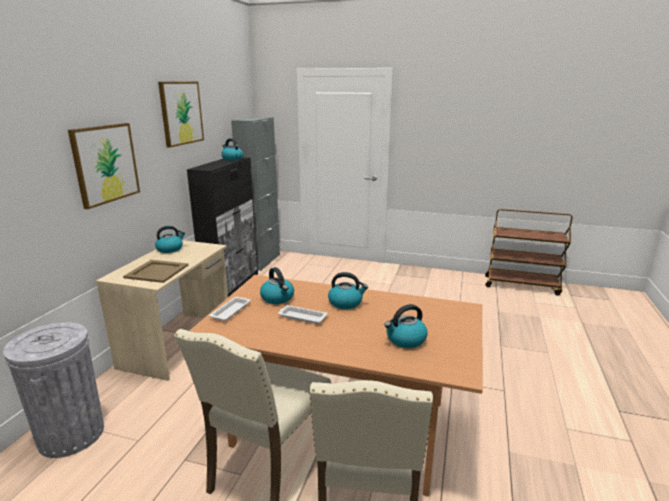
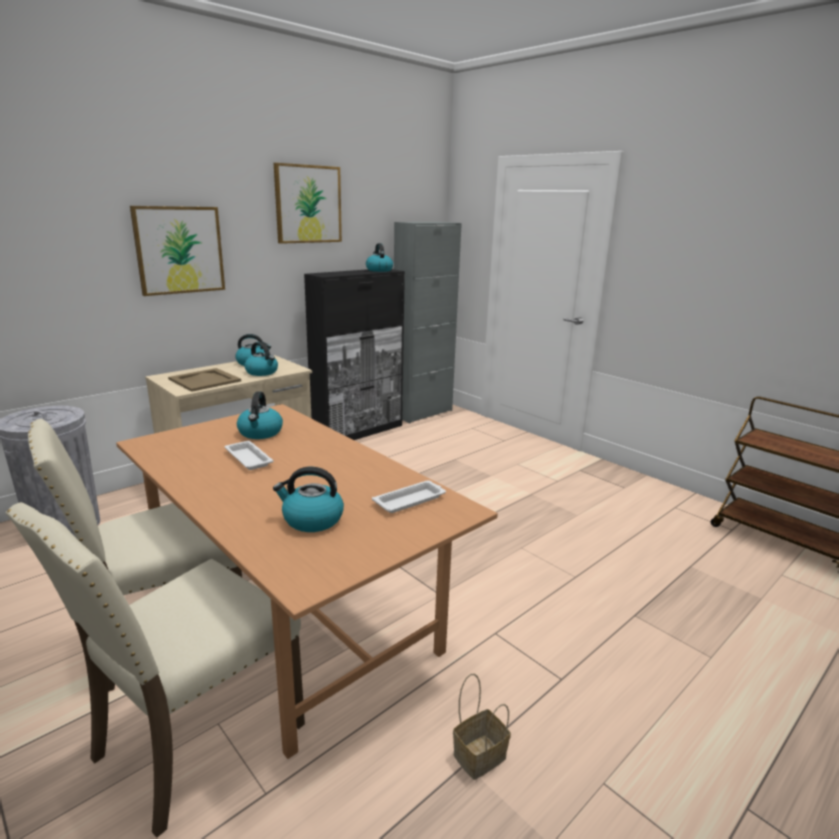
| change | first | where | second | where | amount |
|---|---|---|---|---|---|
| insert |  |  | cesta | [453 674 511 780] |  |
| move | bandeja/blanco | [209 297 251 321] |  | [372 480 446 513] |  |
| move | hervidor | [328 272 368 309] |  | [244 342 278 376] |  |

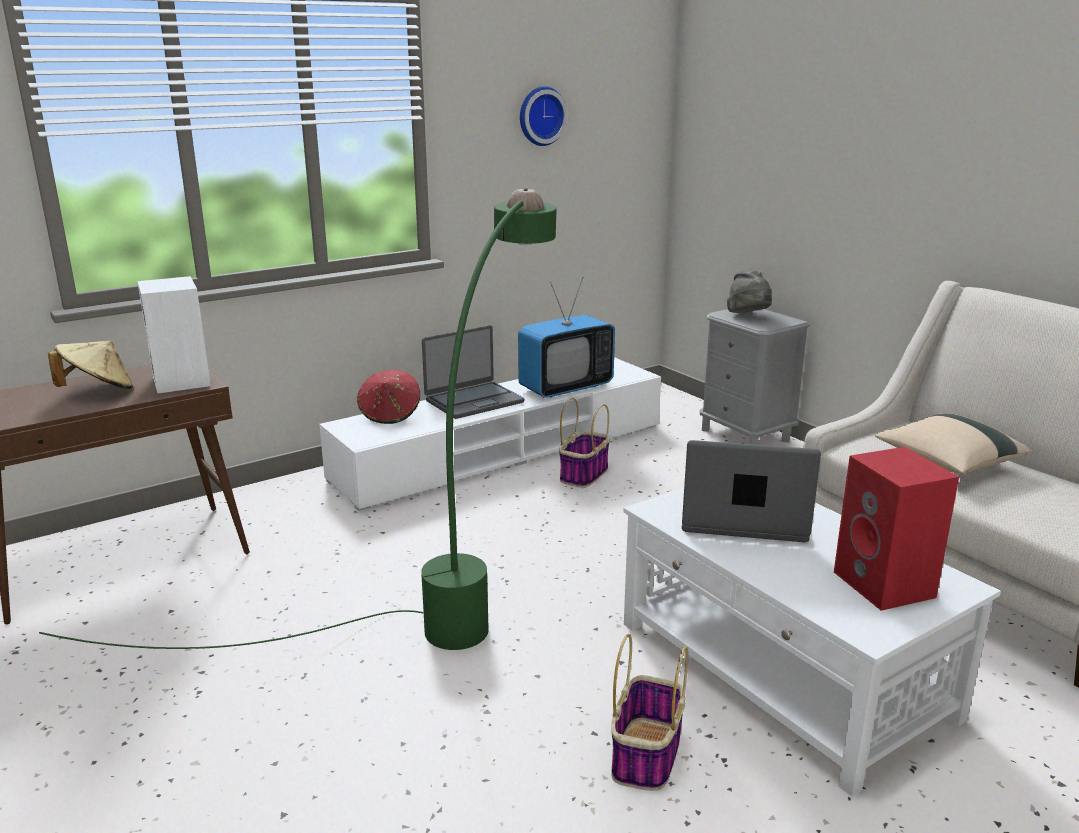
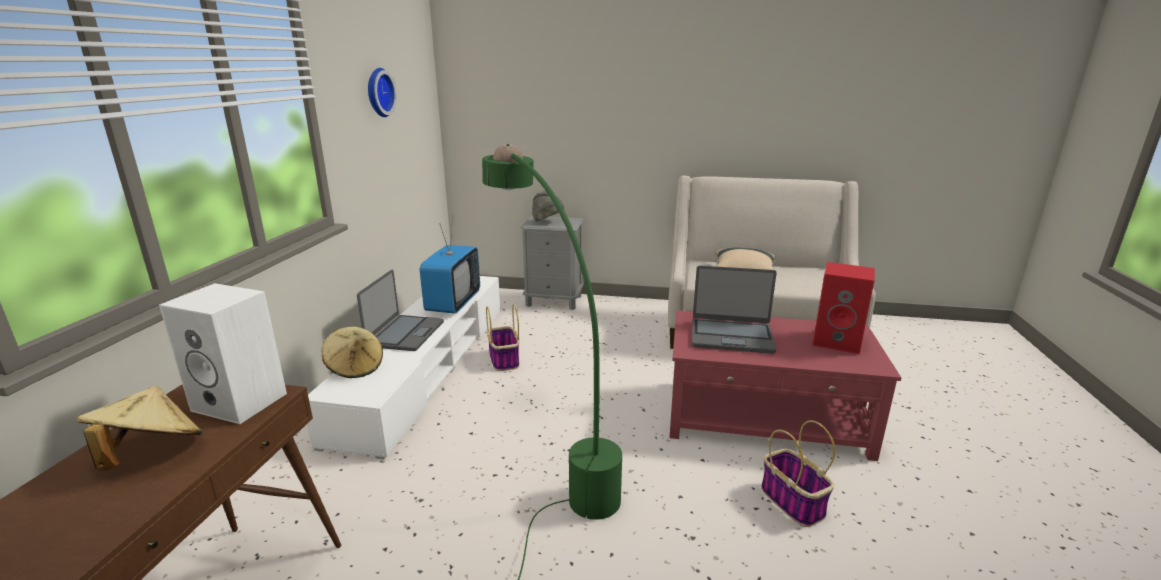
| change | first | where | second | where | amount |
|---|---|---|---|---|---|
| recolor | sombrero/rojo | [357 370 420 424] | sombrero/beis | [322 327 383 378] |  |
| recolor | mesa de centro/blanco | [623 487 1001 797] | mesa de centro/rojo | [669 310 901 461] |  |
| rotate | portátil | [682 440 821 542] |  | [692 266 776 354] | 135 degrees counterclockwise |

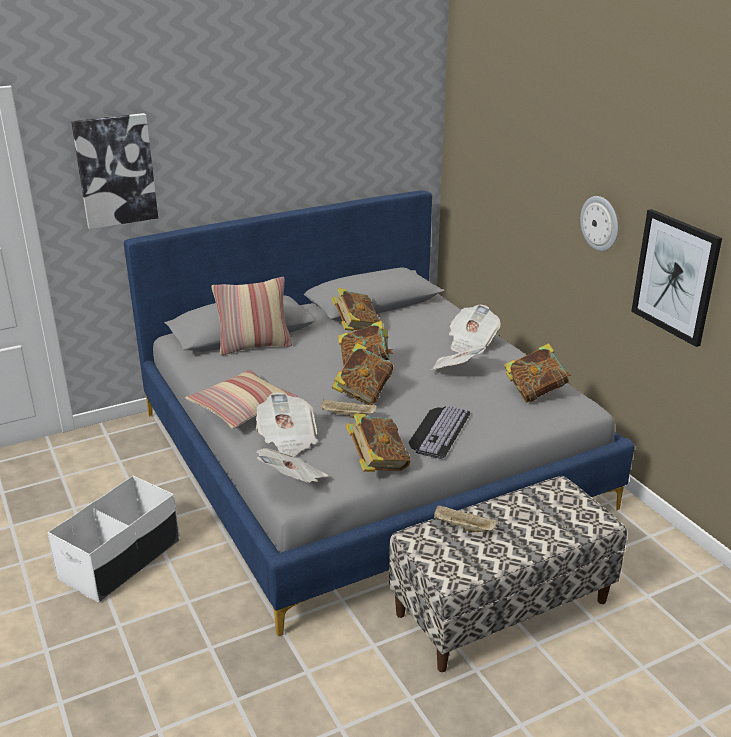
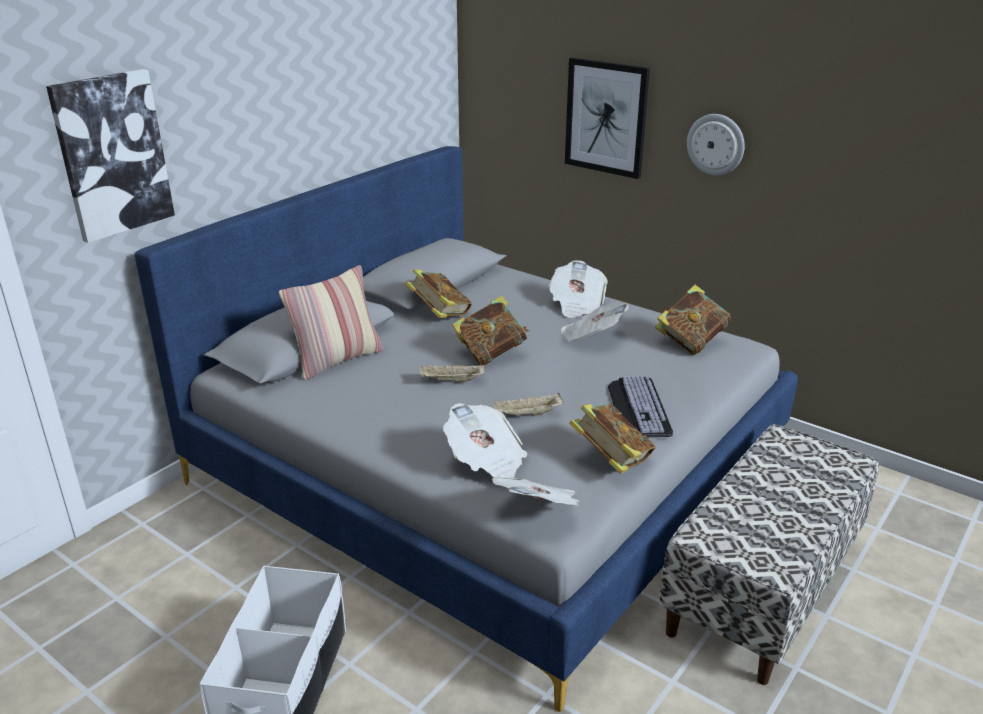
| change | first | where | second | where | amount |
|---|---|---|---|---|---|
| delete | cojín | [185 370 298 429] |  |  |  |
| delete | libro | [332 343 393 405] |  |  |  |
| move | bandeja/beis | [434 505 497 532] |  | [420 364 485 383] |  |
| move | cuadro | [631 209 722 347] |  | [565 57 650 179] |  |

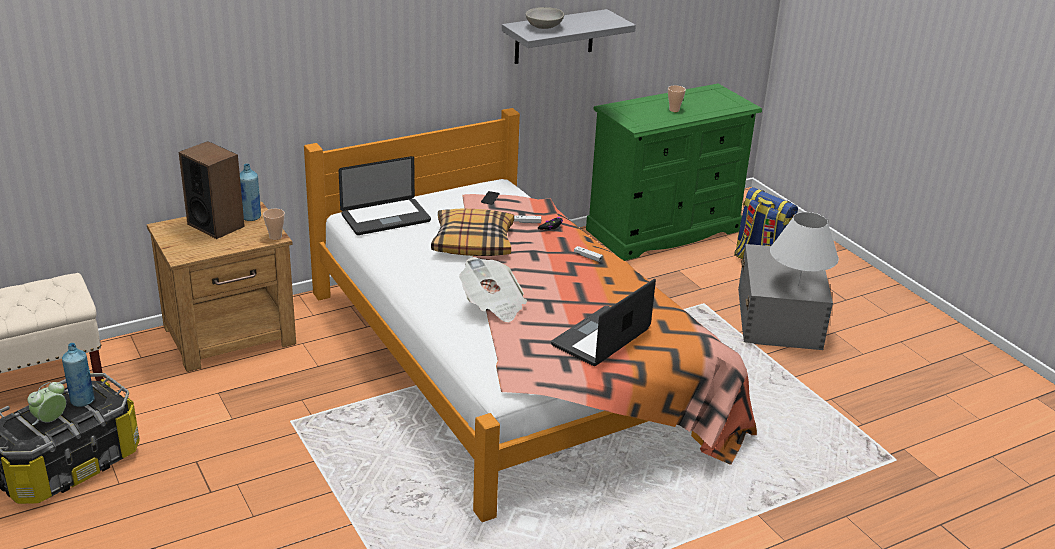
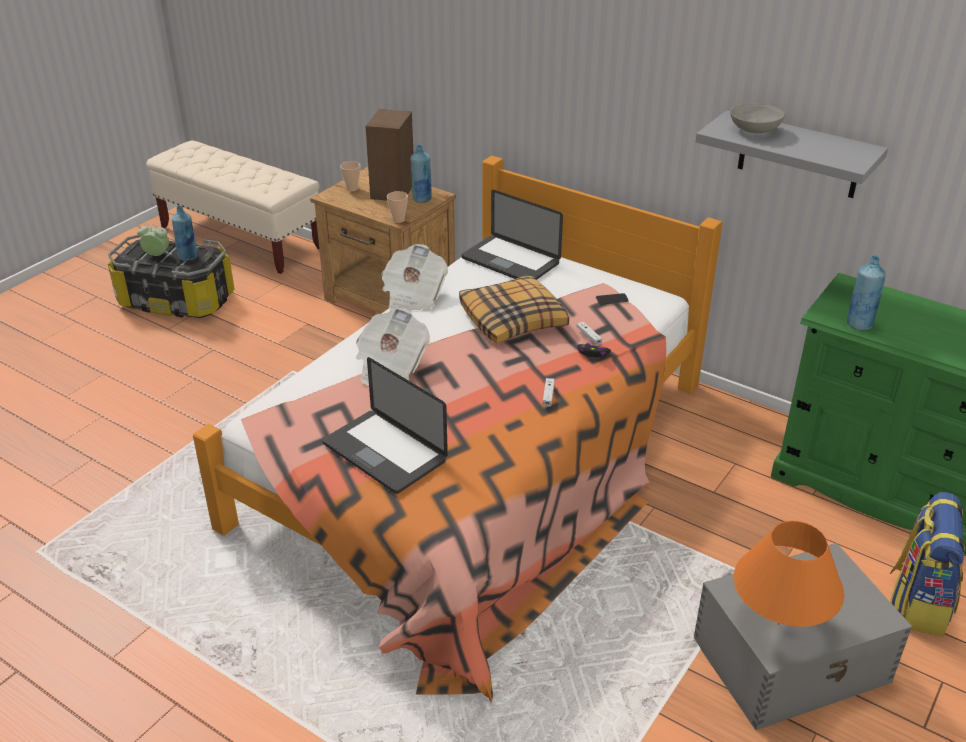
| change | first | where | second | where | amount |
|---|---|---|---|---|---|
| insert |  |  | periódico | [381 244 448 310] |  |
| insert |  |  | botella/azul | [847 255 886 330] |  |
| move | taza | [668 85 686 112] |  | [340 161 360 192] |  |
| recolor | lámpara de mesa/blanco | [770 212 839 286] | lámpara de mesa/naranja | [733 521 844 627] |  |
| rotate | portátil | [551 279 656 366] |  | [323 357 448 494] | 150 degrees counterclockwise |

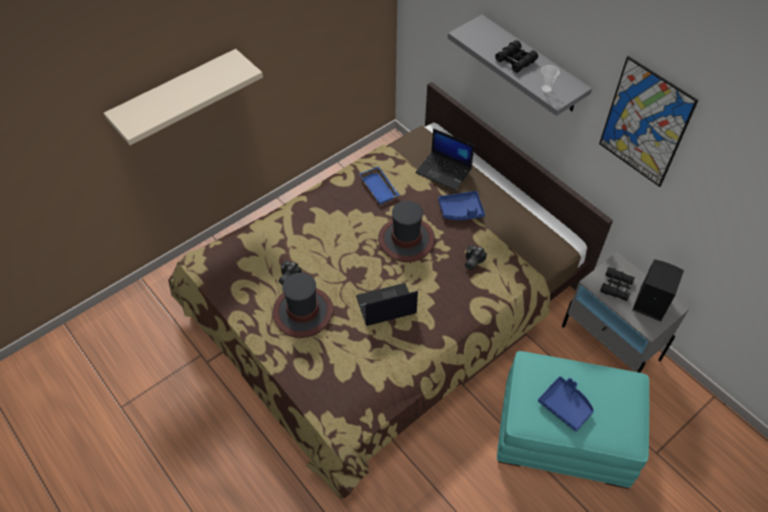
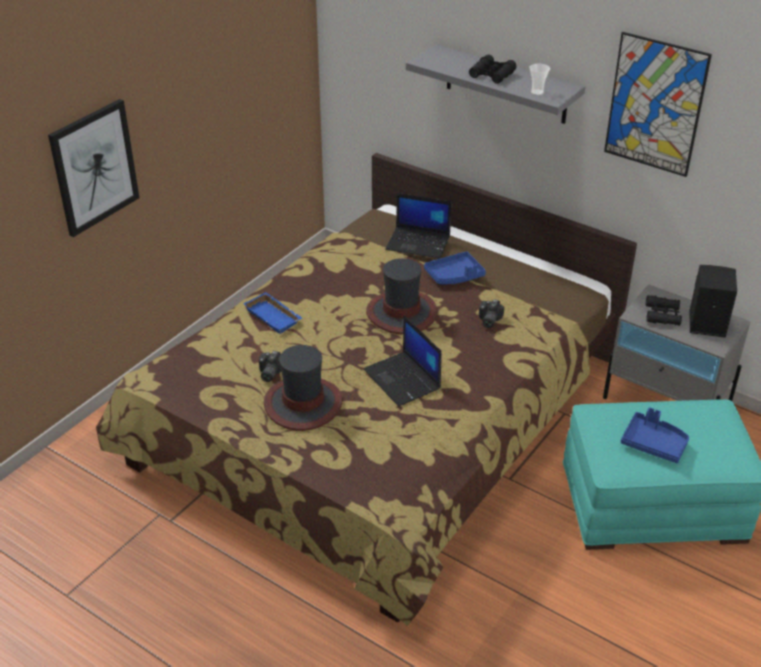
| change | first | where | second | where | amount |
|---|---|---|---|---|---|
| move | bandeja/azul | [359 166 399 205] |  | [243 292 302 334] |  |
| replace | estante/beis | [104 49 263 145] | cuadro | [48 99 139 237] |  |
| rotate | portátil | [356 283 418 326] |  | [363 316 442 407] | 90 degrees counterclockwise |

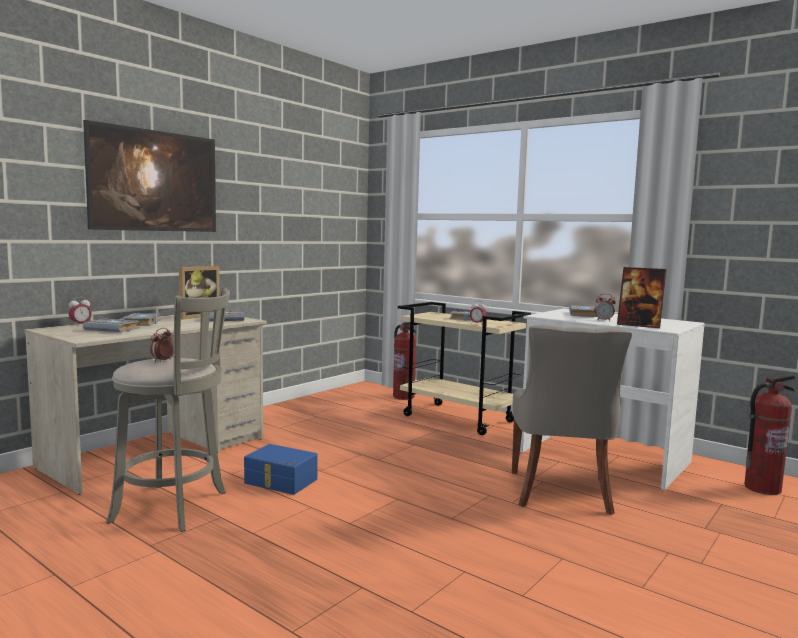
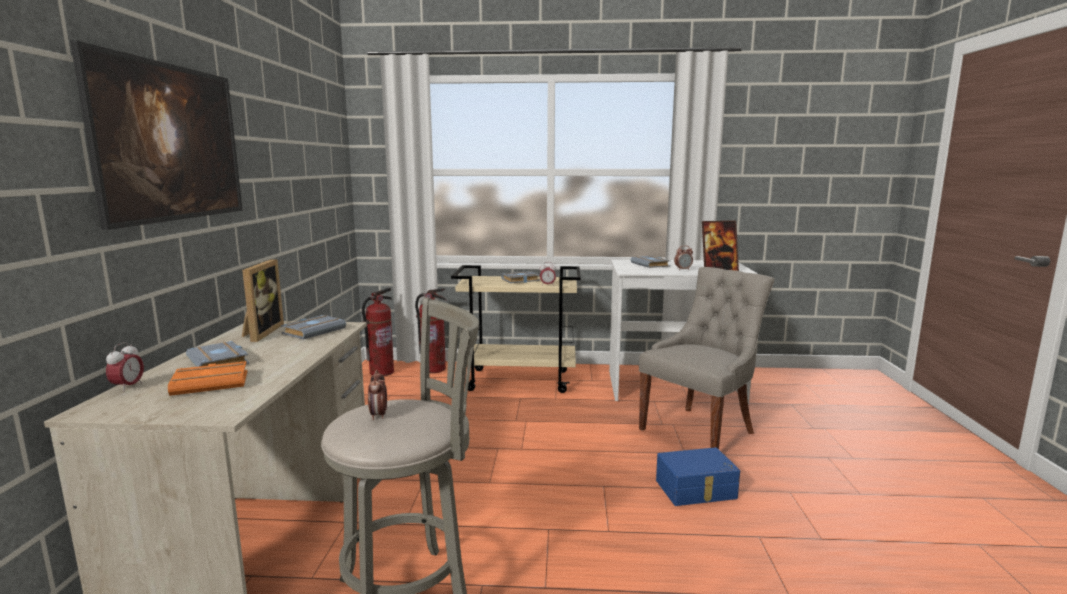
| change | first | where | second | where | amount |
|---|---|---|---|---|---|
| move | caja de almacenaje/azul | [244 444 318 495] |  | [656 447 740 506] |  |
| move | extintor | [744 375 796 495] |  | [362 288 394 376] |  |
| recolor | libro/gris | [83 318 140 332] | libro/naranja | [168 361 247 396] |  |
| rotate | silla/gris | [512 325 632 515] |  | [639 267 774 449] | 105 degrees counterclockwise |

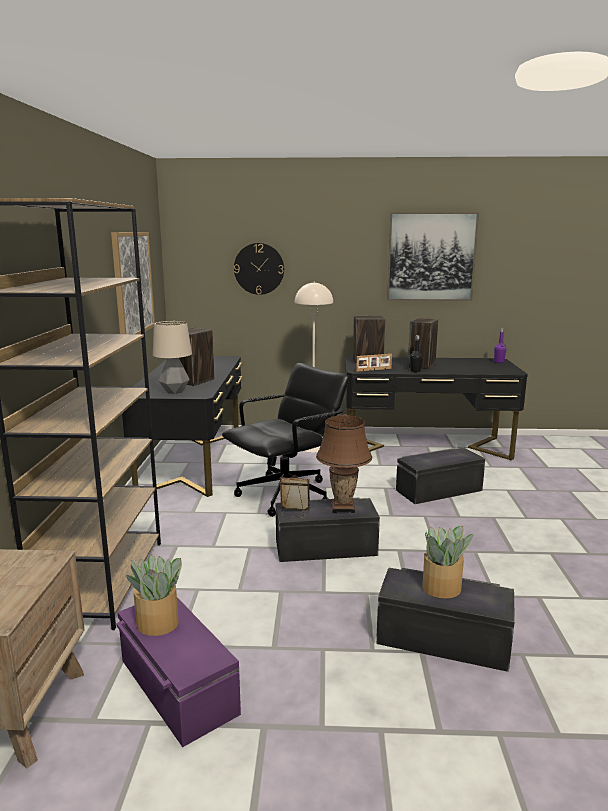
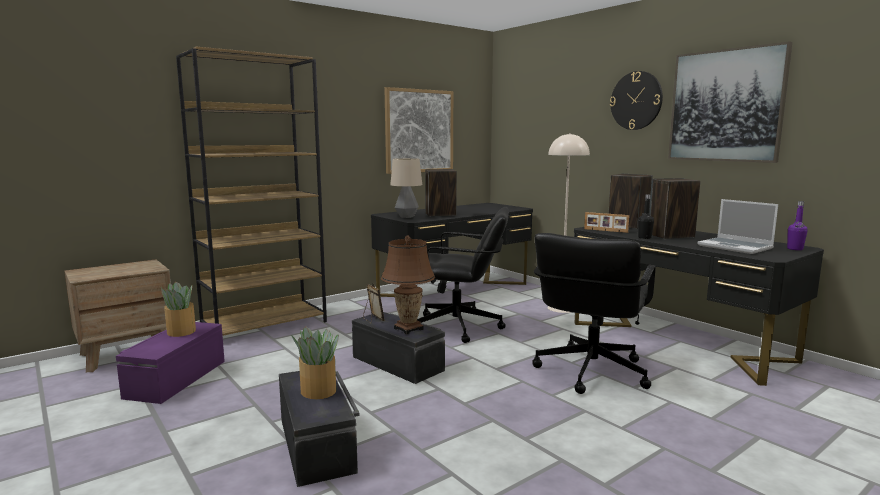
| change | first | where | second | where | amount |
|---|---|---|---|---|---|
| insert |  |  | portátil | [697 199 778 254] |  |
| move | reloj de pared | [234 243 284 295] |  | [610 71 663 130] |  |
| replace | caja de almacenaje/negro | [396 447 485 504] | silla de oficina/negro | [532 233 656 394] |  |

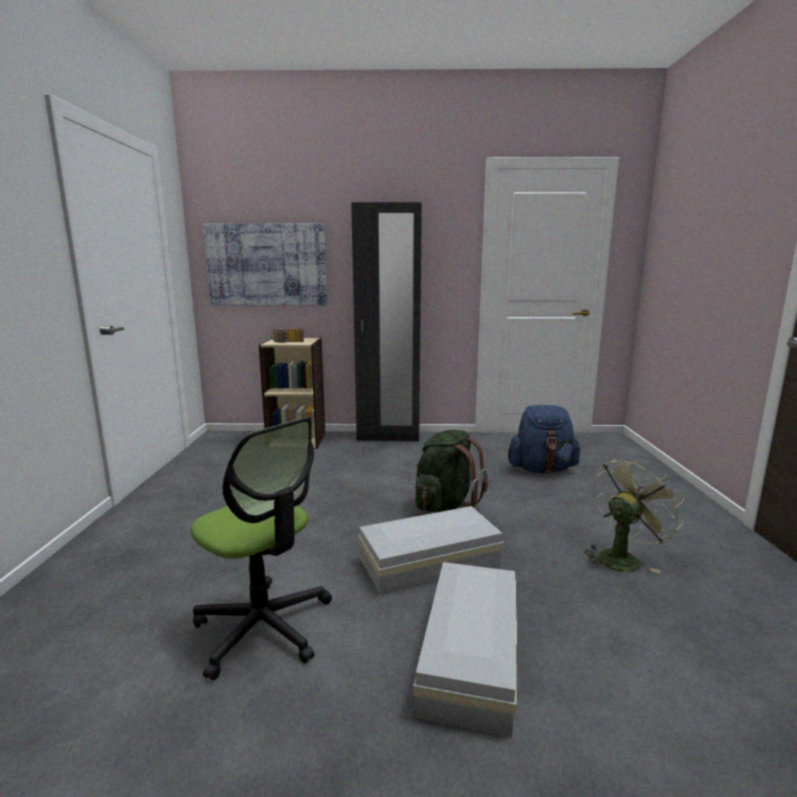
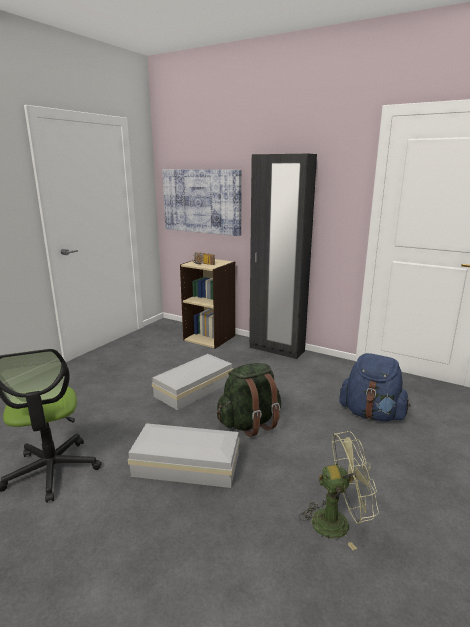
| change | first | where | second | where | amount |
|---|---|---|---|---|---|
| move | caja de almacenaje/blanco | [413 562 517 737] |  | [152 354 233 410] |  |

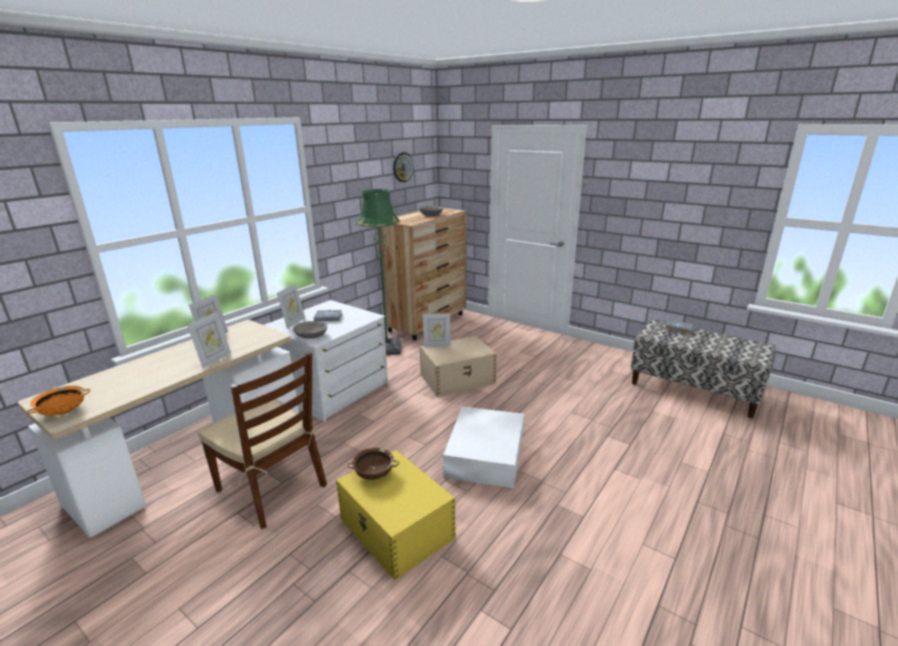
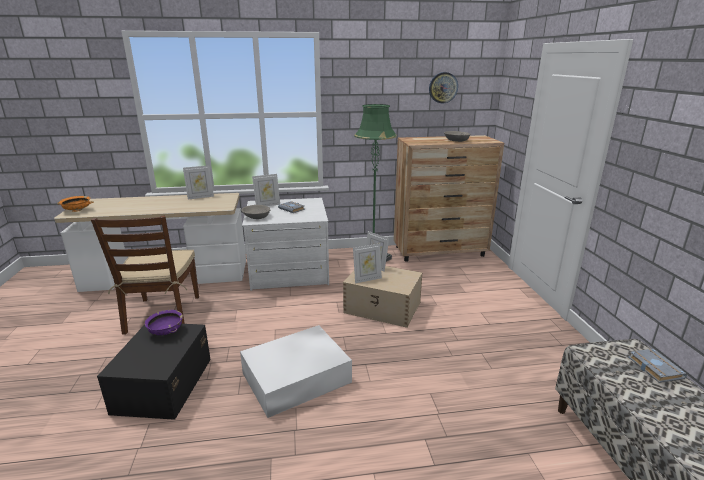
| change | first | where | second | where | amount |
|---|---|---|---|---|---|
| move | portarretratos | [187 312 231 368] |  | [353 243 382 283] |  |
| recolor | caja de almacenaje/amarillo | [336 450 456 580] | caja de almacenaje/negro | [97 324 211 420] |  |
| recolor | cuenco/marrón | [347 448 399 480] | cuenco/morado | [145 310 183 335] |  |

